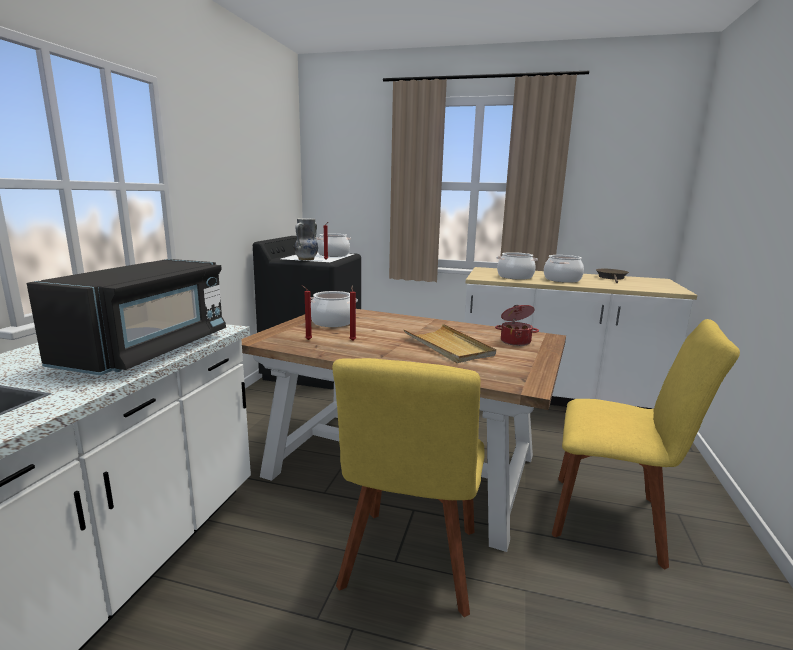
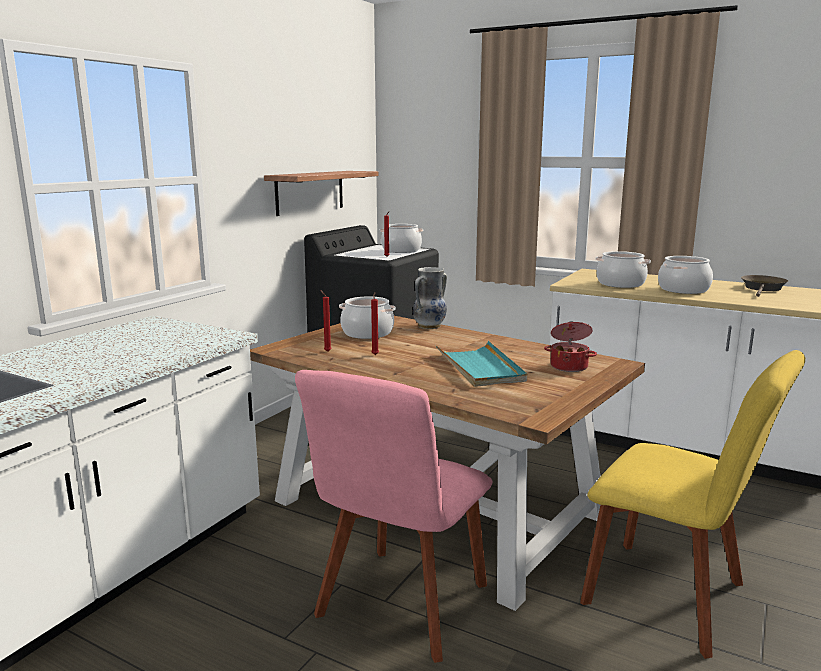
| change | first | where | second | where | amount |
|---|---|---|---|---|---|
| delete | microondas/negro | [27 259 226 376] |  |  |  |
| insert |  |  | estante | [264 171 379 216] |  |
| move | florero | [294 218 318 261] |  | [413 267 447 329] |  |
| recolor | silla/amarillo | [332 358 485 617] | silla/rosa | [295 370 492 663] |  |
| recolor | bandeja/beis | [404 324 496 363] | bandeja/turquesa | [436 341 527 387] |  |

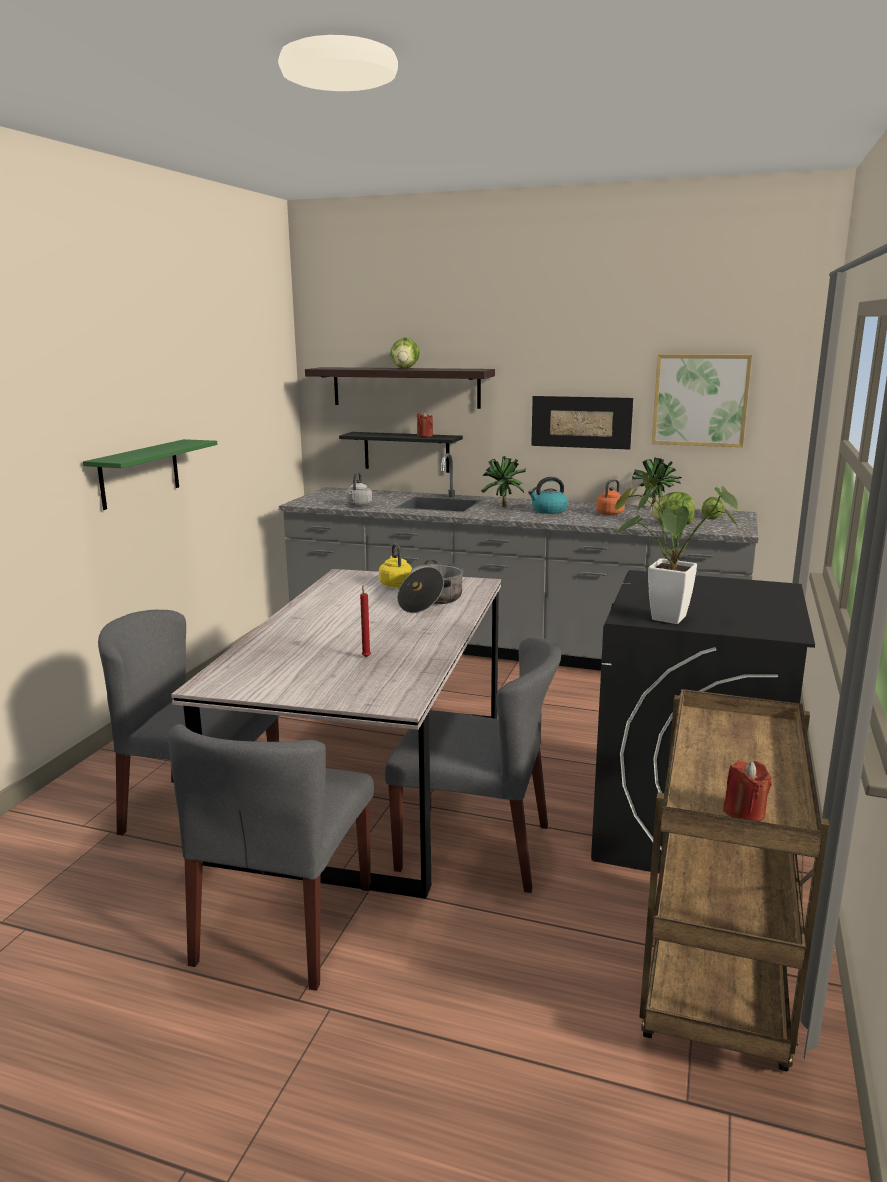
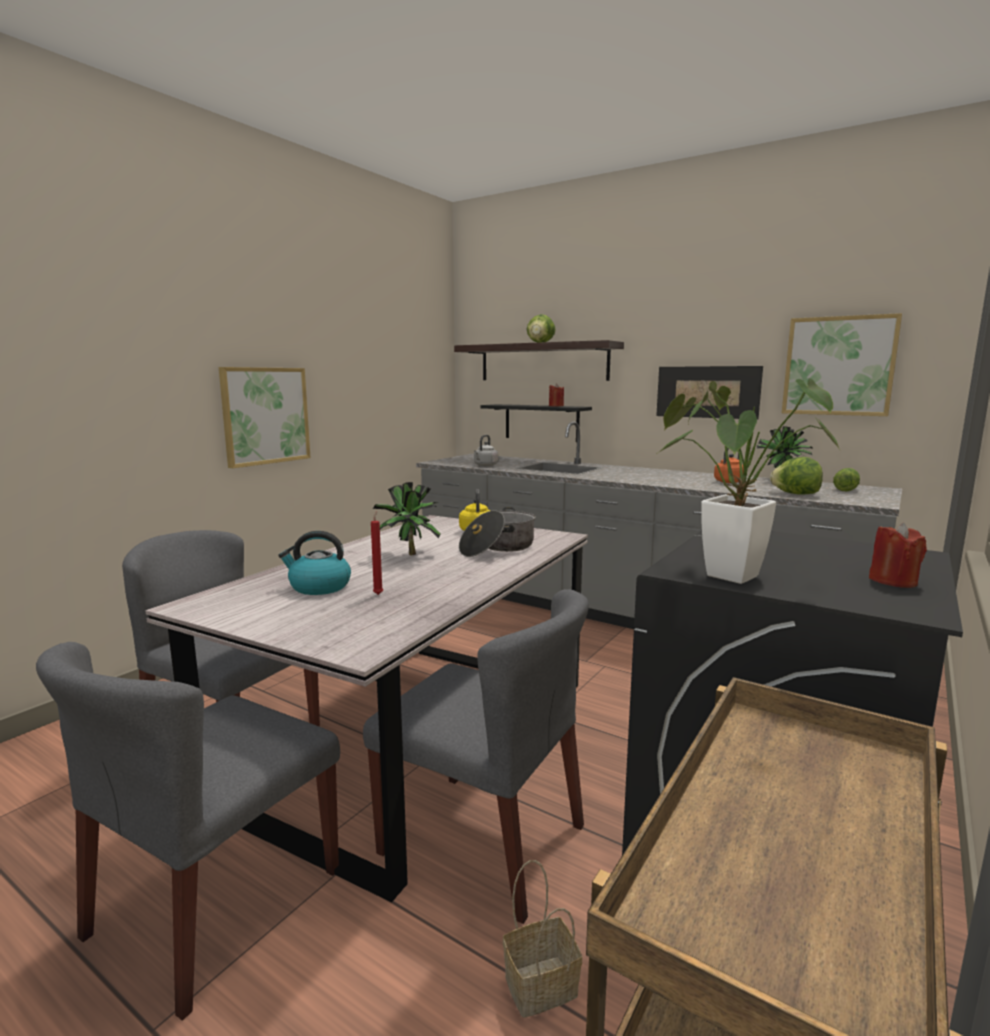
| change | first | where | second | where | amount |
|---|---|---|---|---|---|
| insert |  |  | cesta | [503 860 582 1018] |  |
| move | planta en maceta | [481 456 526 507] |  | [373 482 441 555] |  |
| move | hervidor | [528 477 568 514] |  | [278 531 351 595] |  |
| move | vela/rojo | [723 760 772 822] |  | [869 523 927 588] |  |
| replace | estante/verde | [83 439 217 510] | cuadro | [219 367 311 468] |  |

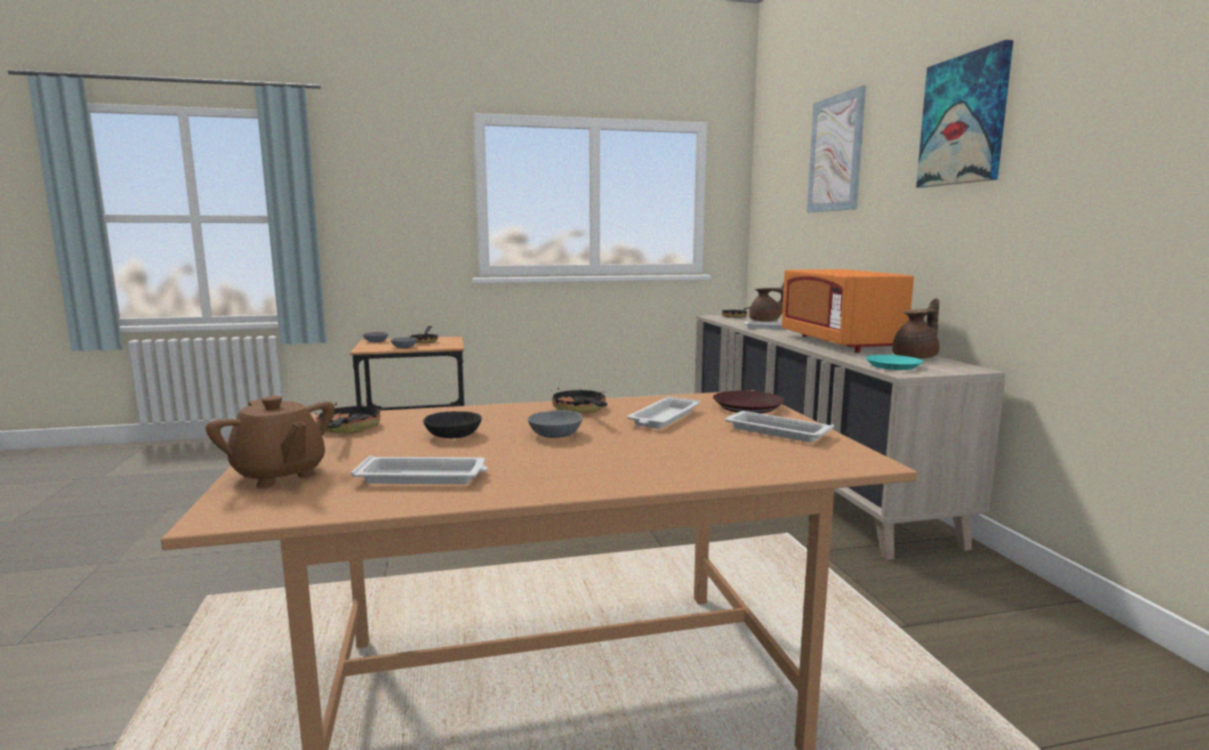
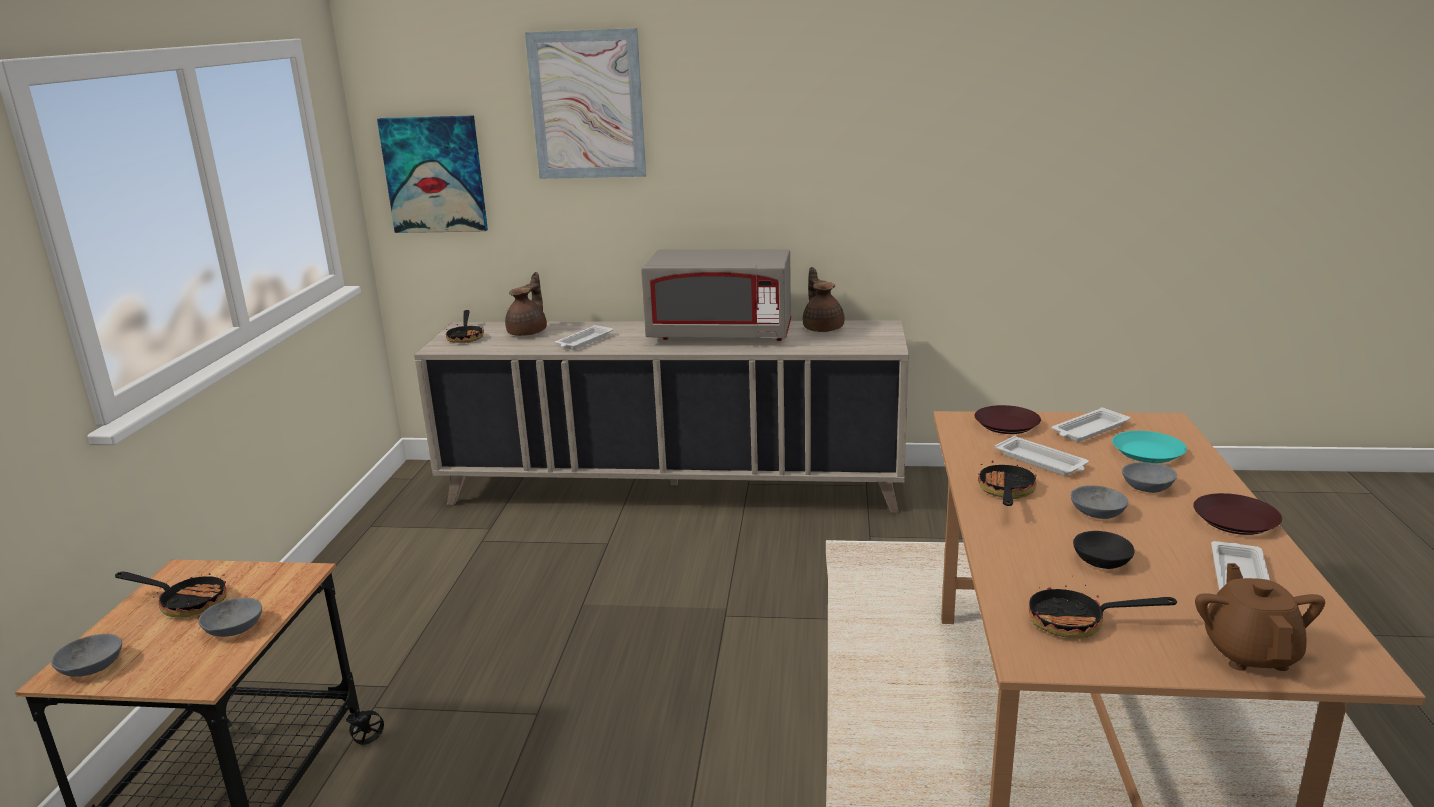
| change | first | where | second | where | amount |
|---|---|---|---|---|---|
| insert |  |  | cuenco/gris | [1122 462 1177 493] |  |
| insert |  |  | plato/marrón | [1193 493 1282 535] |  |
| move | plato/turquesa | [865 355 924 370] |  | [1112 431 1187 463] |  |
| move | cuadro | [916 40 1014 187] |  | [377 115 488 233] |  |
| recolor | microondas/naranja | [782 269 914 353] | microondas/gris | [641 249 791 341] |  |
| rotate | tetera/marrón | [206 396 335 488] |  | [1195 563 1325 671] | 60 degrees counterclockwise |
| rotate | sartén | [551 387 607 413] |  | [978 460 1037 506] | 105 degrees clockwise |

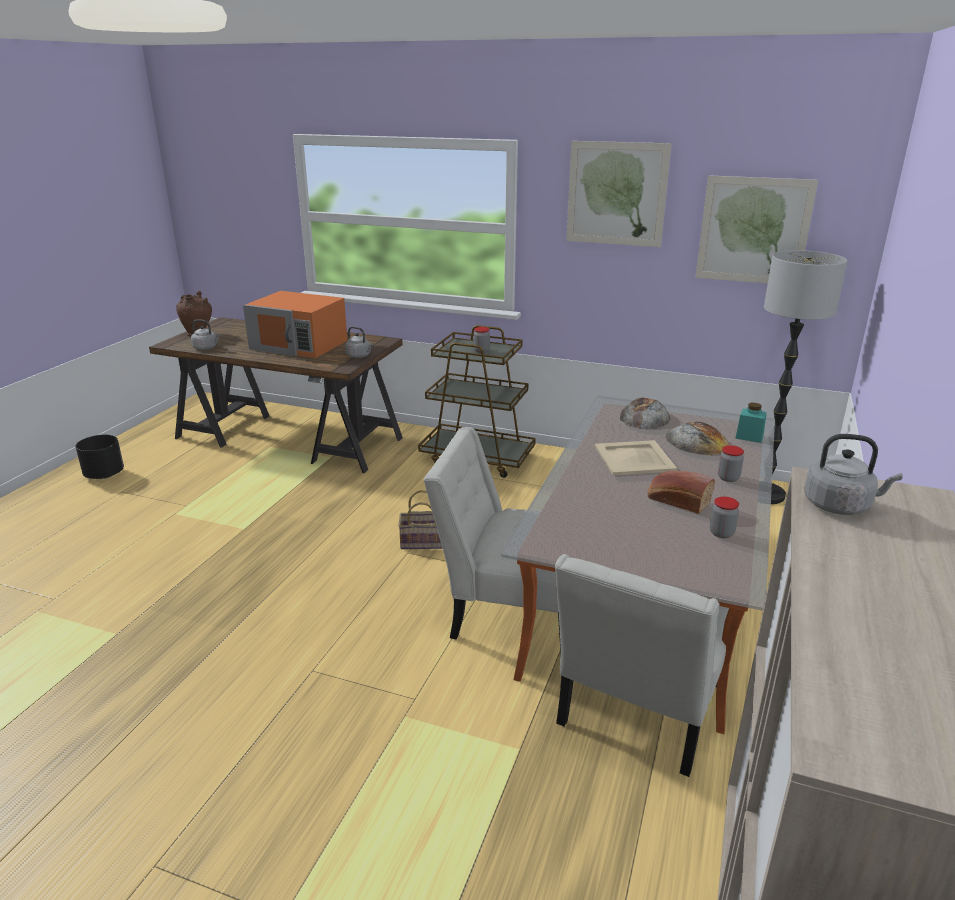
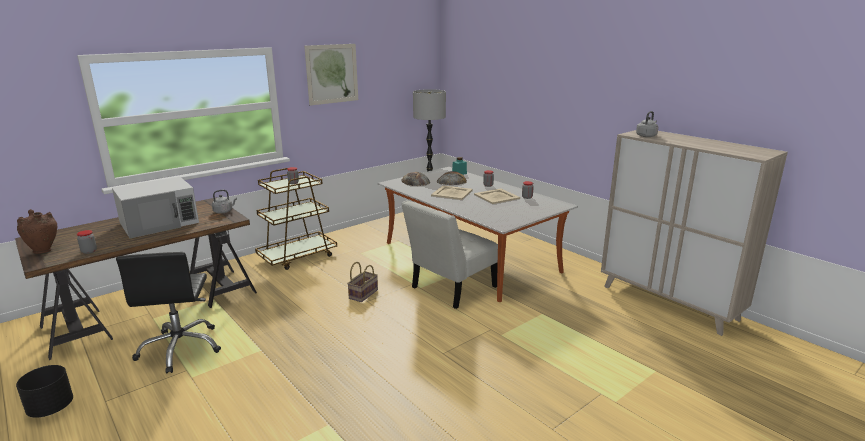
| change | first | where | second | where | amount |
|---|---|---|---|---|---|
| delete | silla/blanco | [555 554 729 777] |  |  |  |
| delete | cuadro | [696 176 818 284] |  |  |  |
| insert |  |  | silla de oficina/negro | [116 252 221 373] |  |
| replace | hervidor/gris | [191 319 220 350] | tarro | [77 230 97 254] |  |
| replace | pan | [648 471 715 514] | bandeja/beis | [474 188 520 204] |  |
| recolor | microondas/naranja | [243 291 347 358] | microondas/blanco | [112 177 199 238] |  |

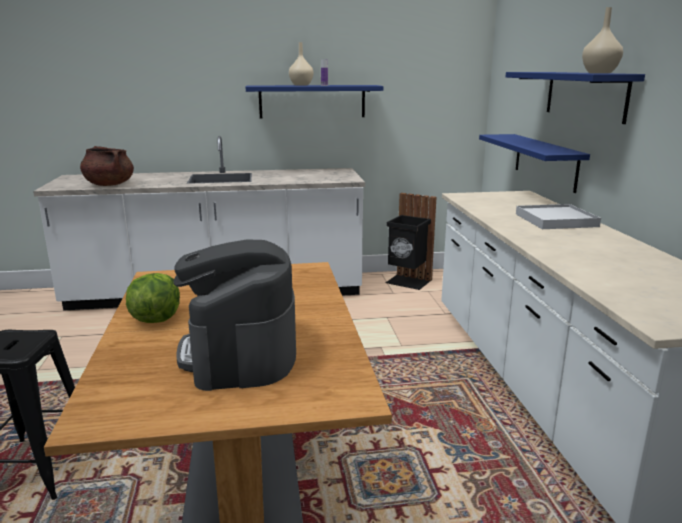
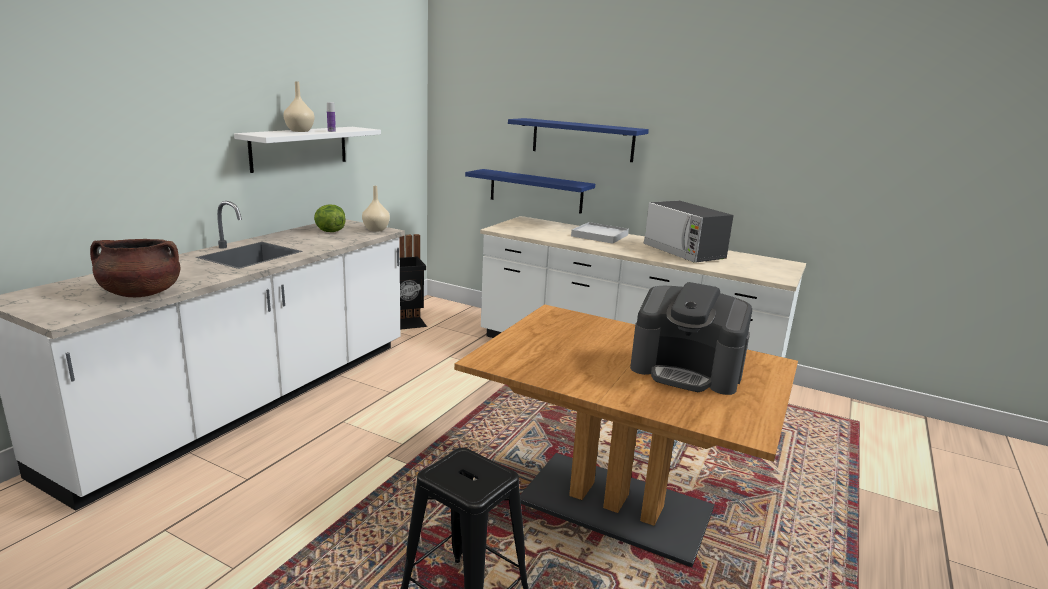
| change | first | where | second | where | amount |
|---|---|---|---|---|---|
| insert |  |  | microondas | [643 201 734 263] |  |
| move | lechuga | [126 273 180 323] |  | [314 205 346 232] |  |
| move | florero/beis | [582 7 623 73] |  | [362 186 390 232] |  |
| recolor | estante/azul | [246 85 383 118] | estante/blanco | [234 127 381 173] |  |

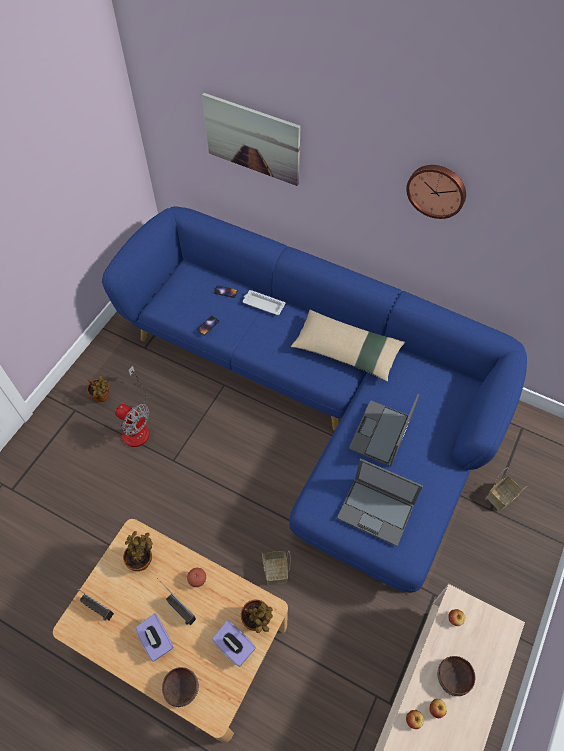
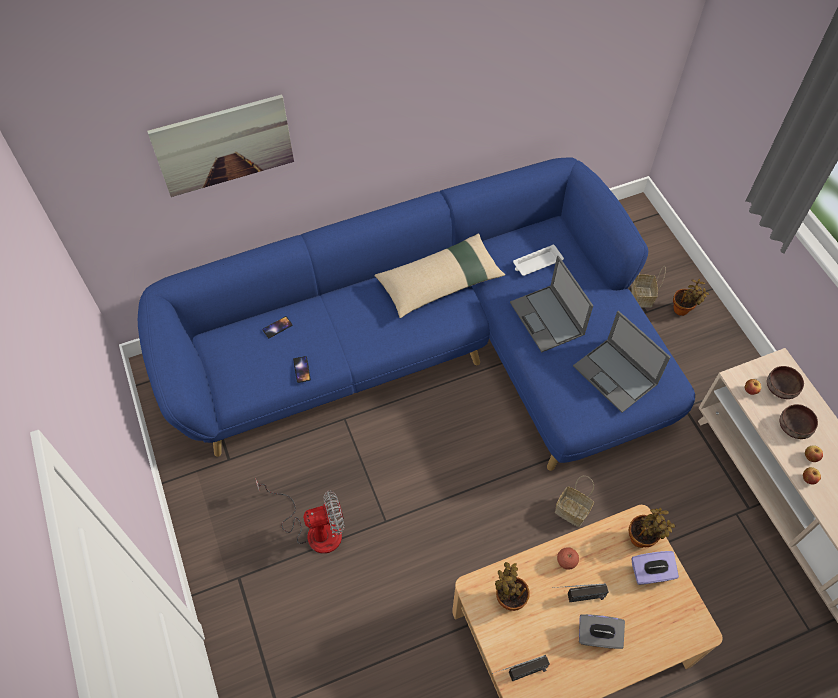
| change | first | where | second | where | amount |
|---|---|---|---|---|---|
| delete | reloj de pared | [406 165 466 219] |  |  |  |
| move | planta en maceta | [87 375 109 402] |  | [673 279 709 316] |  |
| move | cuenco/marrón | [162 667 199 707] |  | [767 366 804 399] |  |
| move | bandeja/blanco | [243 290 285 315] |  | [513 244 564 276] |  |
| recolor | caja de pañuelos/morado | [136 614 173 662] | caja de pañuelos/gris | [579 614 625 649] |  |
| rotate | portátil | [337 458 423 546] |  | [573 311 670 413] | 75 degrees clockwise |

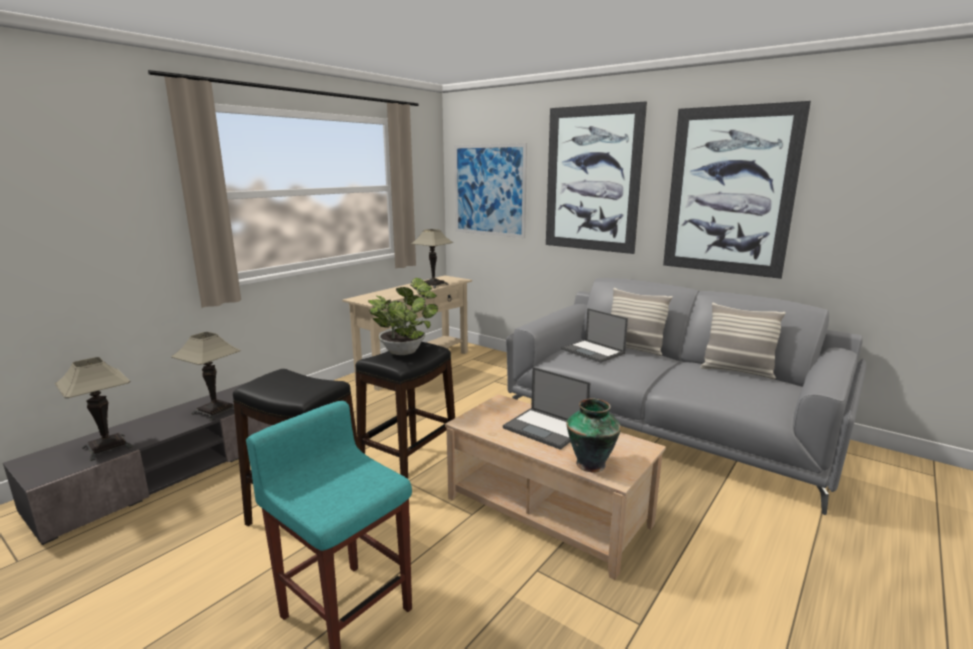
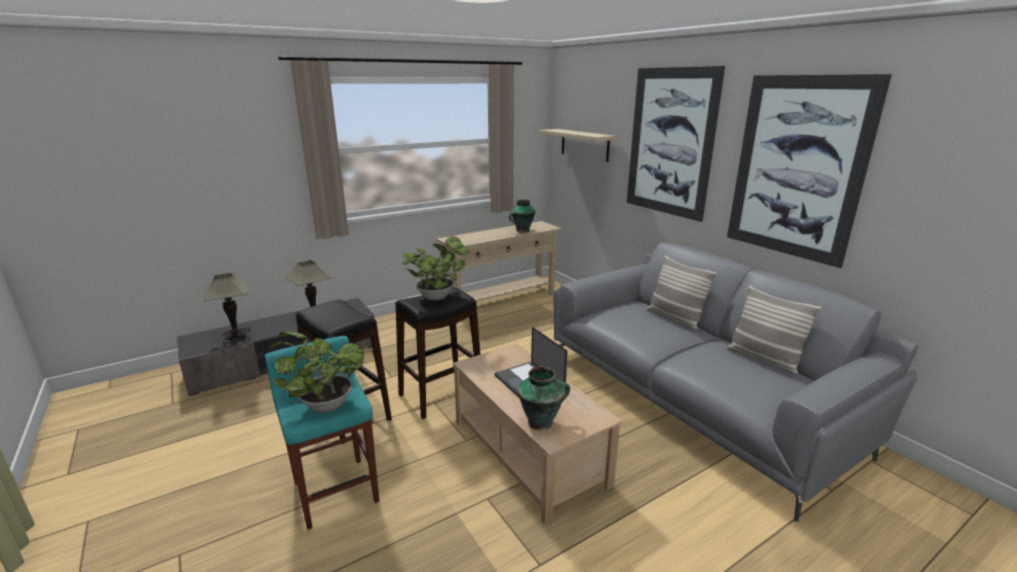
| change | first | where | second | where | amount |
|---|---|---|---|---|---|
| delete | portátil | [562 308 628 363] |  |  |  |
| insert |  |  | planta en maceta | [269 332 364 413] |  |
| replace | lámpara de mesa | [411 229 453 288] | florero | [509 200 535 233] |  |
| replace | cuadro | [454 143 527 238] | estante/beis | [539 129 617 162] |  |

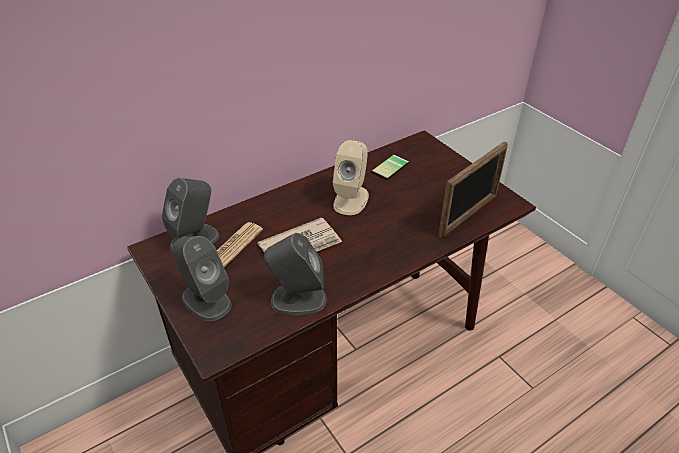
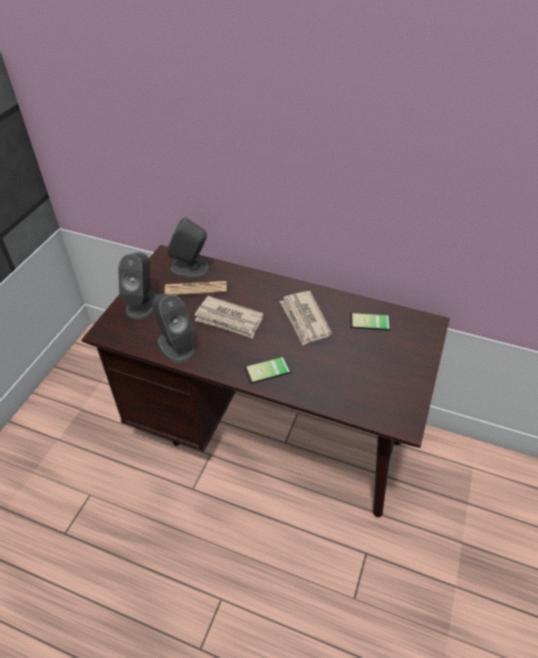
| change | first | where | second | where | amount |
|---|---|---|---|---|---|
| delete | portarretratos | [438 141 508 238] |  |  |  |
| insert |  |  | móvil | [244 356 291 384] |  |
| replace | altavoz/beis | [333 140 369 215] | periódico | [280 291 332 345] |  |

